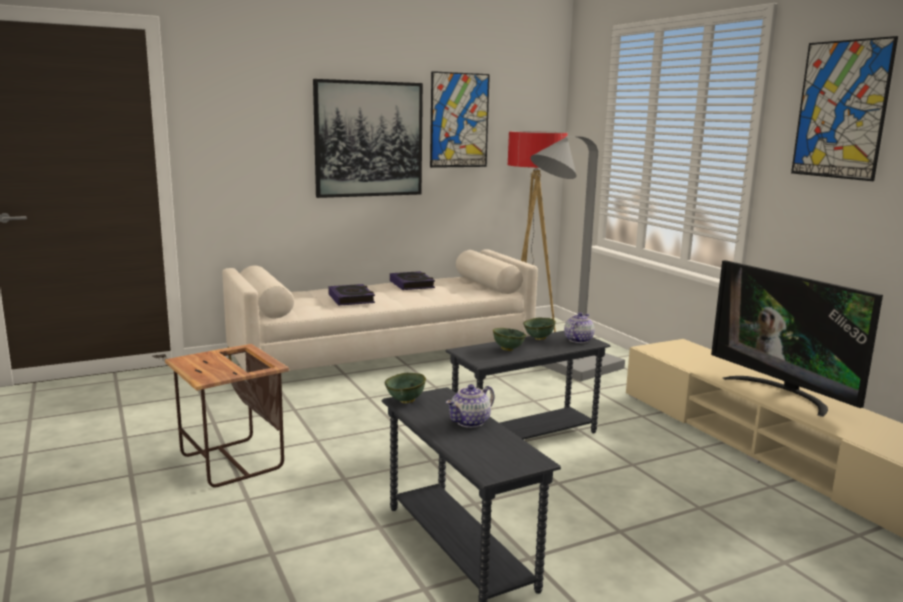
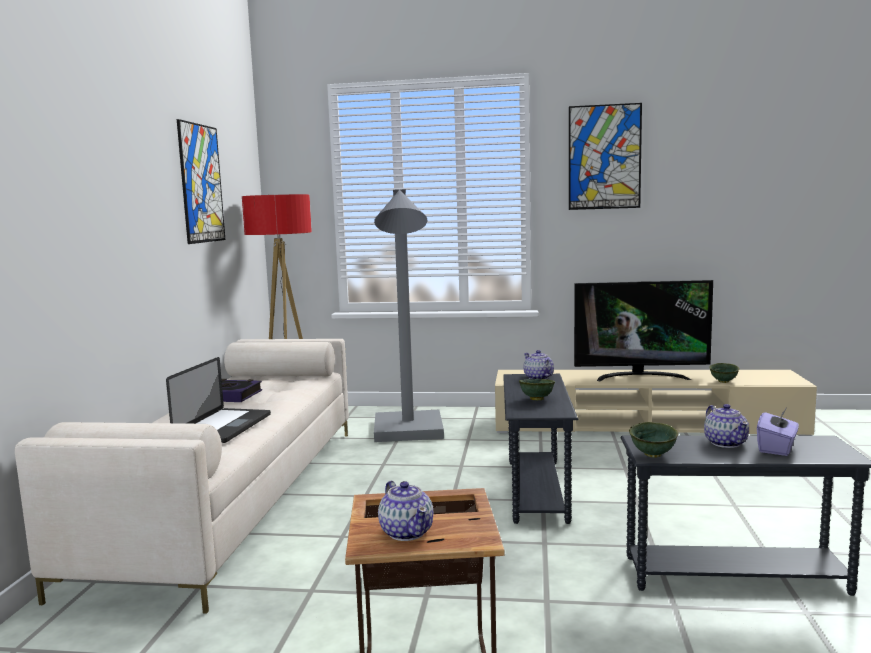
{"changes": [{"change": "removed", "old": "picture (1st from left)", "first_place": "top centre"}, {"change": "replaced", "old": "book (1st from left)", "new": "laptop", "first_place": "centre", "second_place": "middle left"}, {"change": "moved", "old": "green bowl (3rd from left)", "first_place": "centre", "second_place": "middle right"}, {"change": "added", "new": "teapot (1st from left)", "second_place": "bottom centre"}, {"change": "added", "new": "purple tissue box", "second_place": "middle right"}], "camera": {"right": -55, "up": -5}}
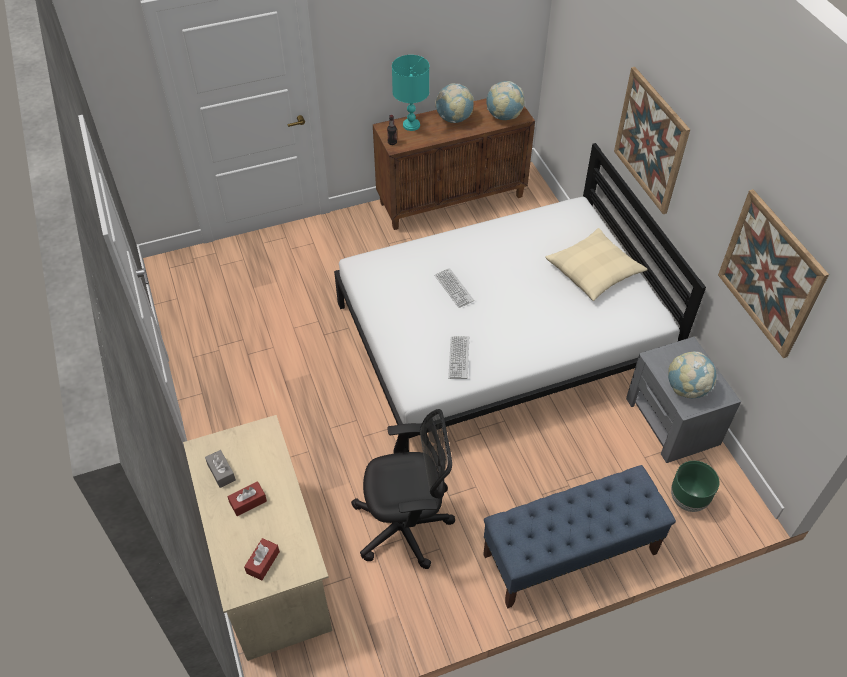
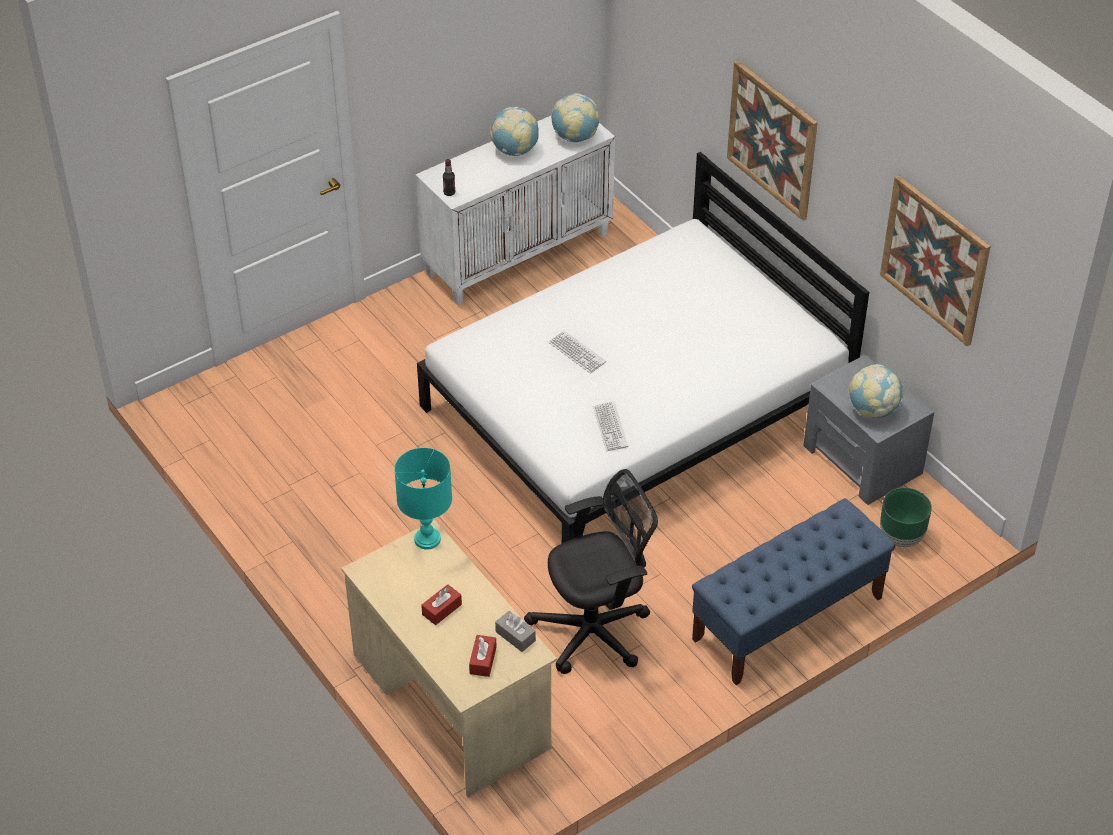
{"changes": [{"change": "moved", "old": "grey tissue box", "first_place": "bottom left", "second_place": "bottom centre"}, {"change": "recoloured", "old": "brown cabinet", "new": "white cabinet", "first_place": "top centre", "second_place": "top centre"}, {"change": "moved", "old": "turquoise table lamp", "first_place": "top centre", "second_place": "centre"}, {"change": "removed", "old": "beige pillow", "first_place": "middle right"}], "camera": {"right": -15, "up": -5}}
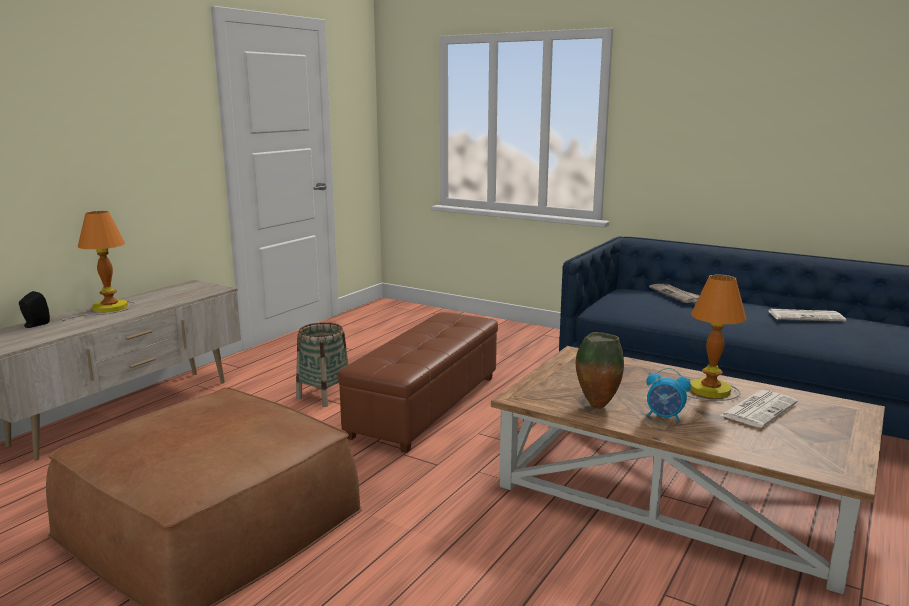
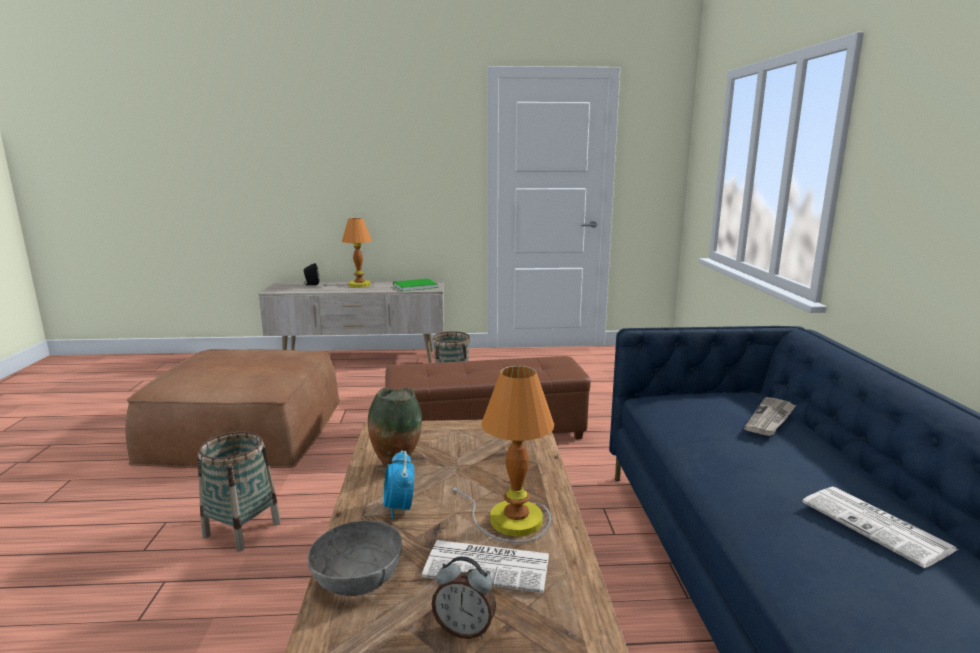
{"changes": [{"change": "added", "new": "basket (1st from left)", "second_place": "bottom left"}, {"change": "added", "new": "grey bowl", "second_place": "bottom centre"}, {"change": "added", "new": "green book", "second_place": "centre"}, {"change": "added", "new": "alarm clock (2nd from left)", "second_place": "bottom centre"}], "camera": {"right": 55, "up": 0}}
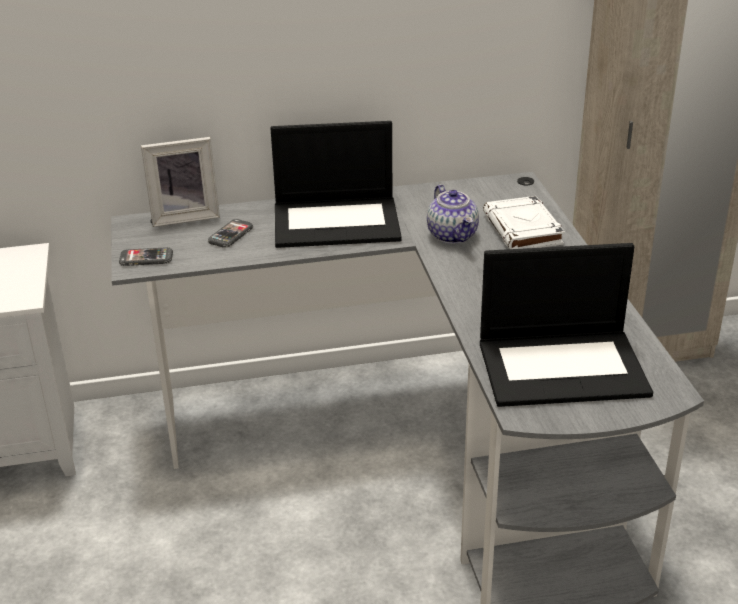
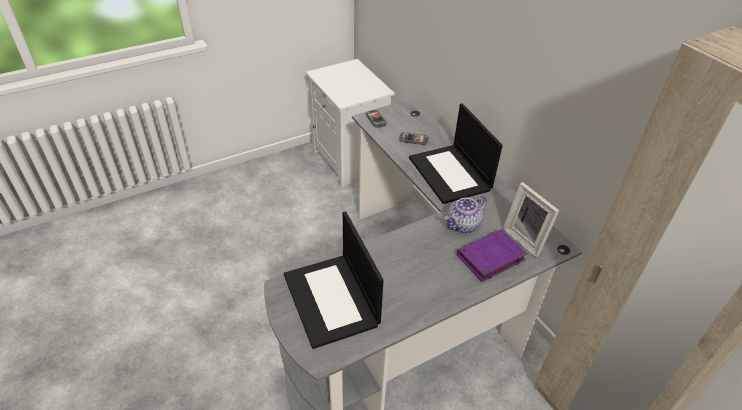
{"changes": [{"change": "moved", "old": "picture frame", "first_place": "top left", "second_place": "middle right"}, {"change": "recoloured", "old": "white book", "new": "purple book", "first_place": "middle right", "second_place": "centre"}], "camera": {"right": 70, "up": 10}}
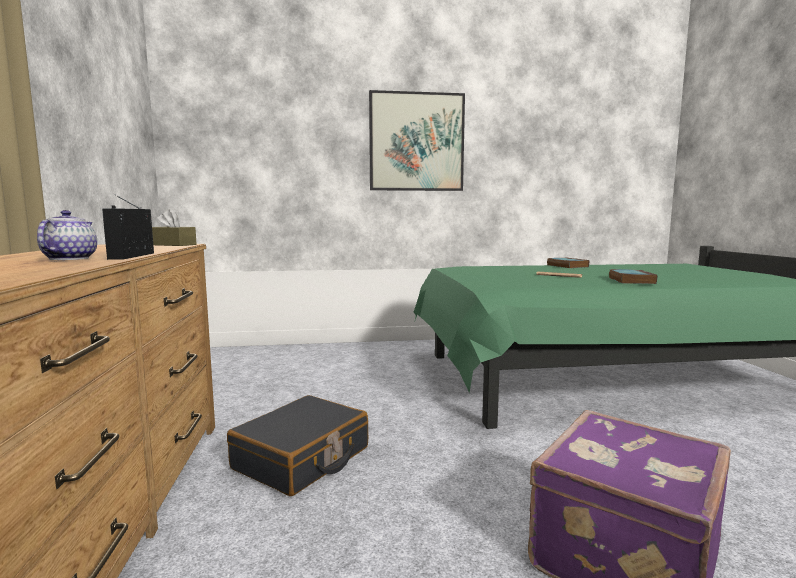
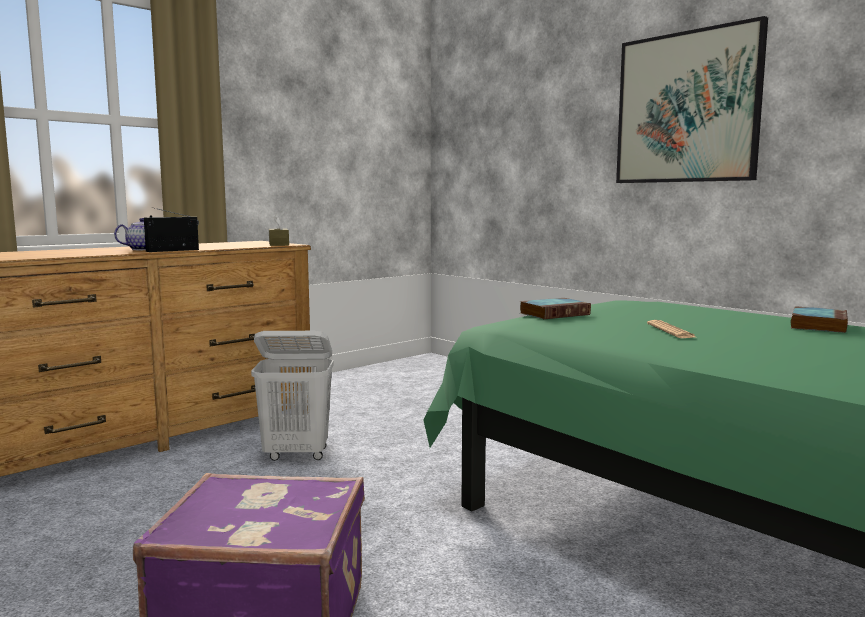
{"changes": [{"change": "replaced", "old": "black suitcase", "new": "white laundry basket", "first_place": "bottom centre", "second_place": "centre"}, {"change": "moved", "old": "book (2nd from left in the first image)", "new": "book (1st from left)", "first_place": "middle right", "second_place": "centre"}], "camera": {"right": 55, "up": 0}}
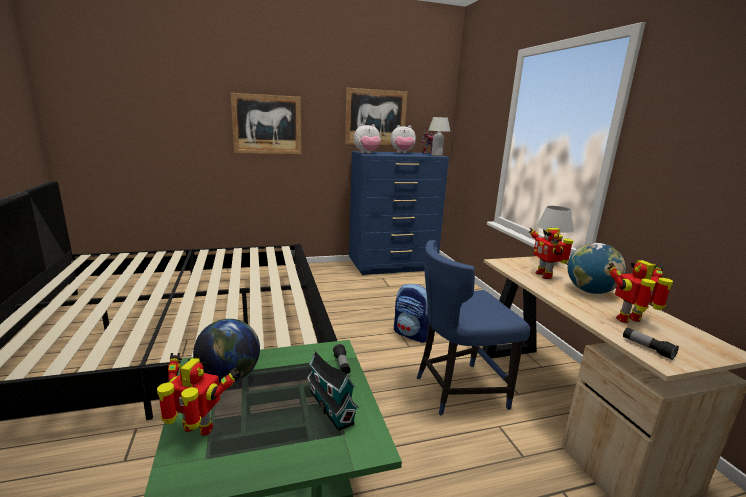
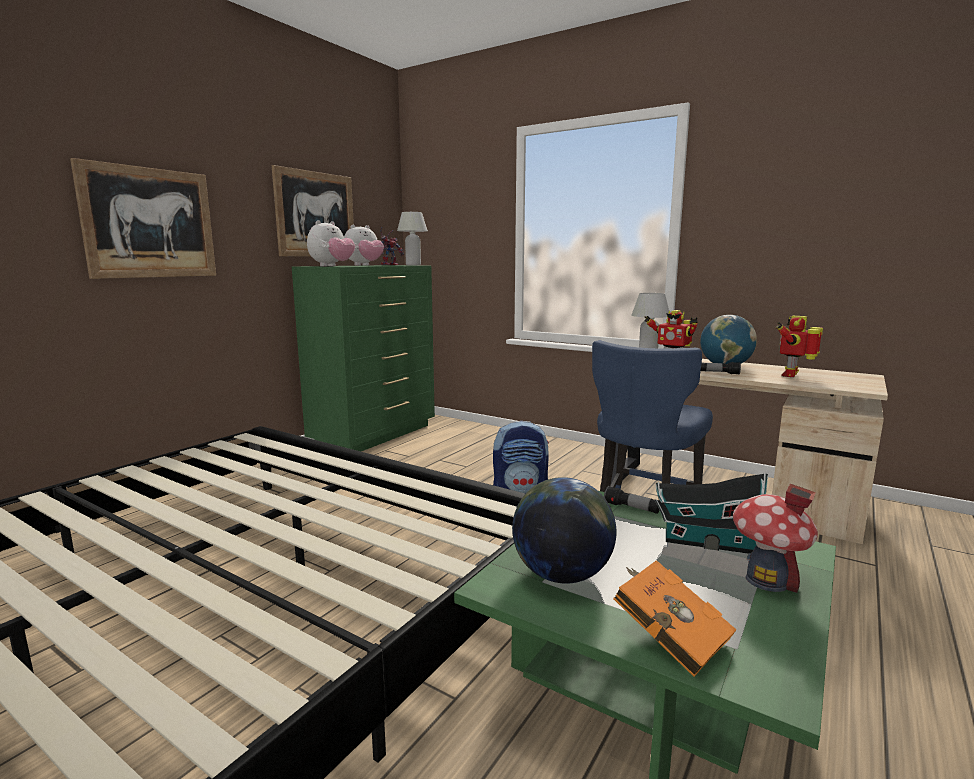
{"changes": [{"change": "replaced", "old": "toy robot (1st from left)", "new": "orange book", "first_place": "bottom left", "second_place": "bottom right"}, {"change": "recoloured", "old": "blue dresser", "new": "green dresser", "first_place": "centre", "second_place": "centre"}, {"change": "moved", "old": "flashlight (2nd from left)", "first_place": "bottom right", "second_place": "middle right"}, {"change": "added", "new": "toy house (2nd from left)", "second_place": "bottom right"}], "camera": {"right": -40, "up": -5}}
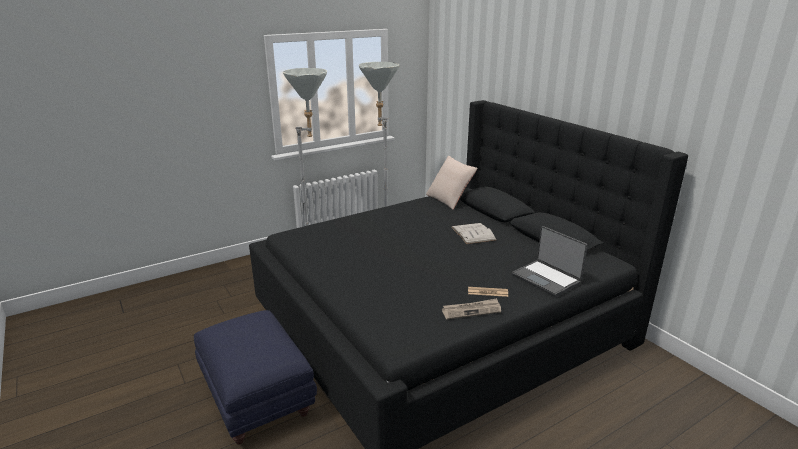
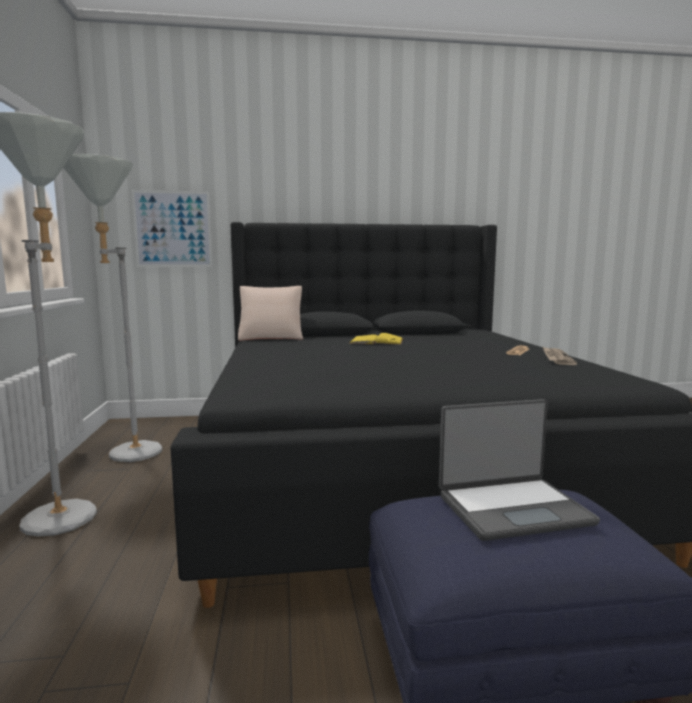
{"changes": [{"change": "recoloured", "old": "white book", "new": "yellow book", "first_place": "centre", "second_place": "centre"}, {"change": "moved", "old": "laptop", "first_place": "middle right", "second_place": "bottom right"}, {"change": "added", "new": "picture", "second_place": "top left"}], "camera": {"right": -65, "up": -15}}
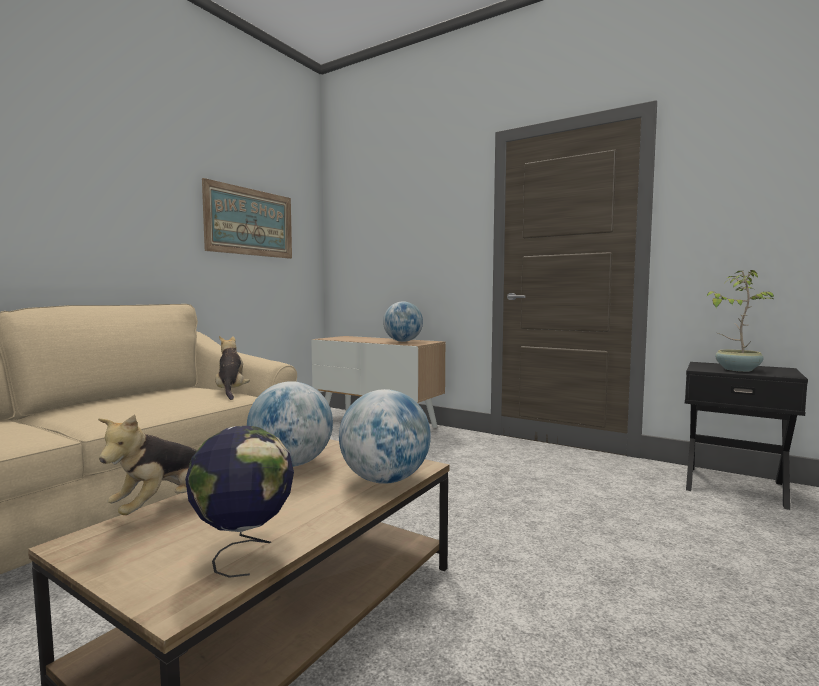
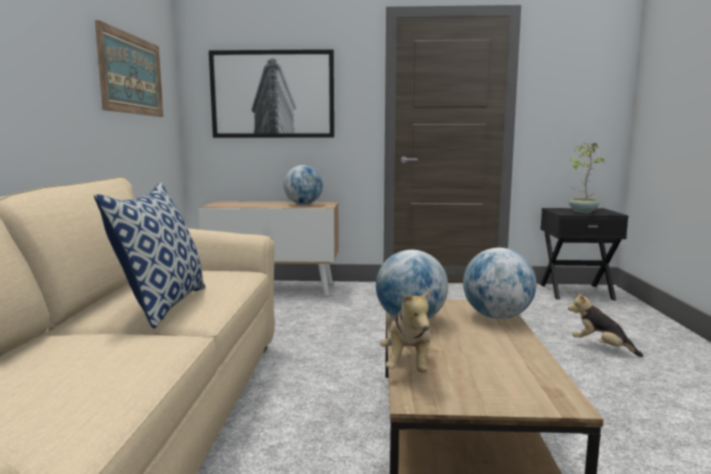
{"changes": [{"change": "removed", "old": "globe (1st from left)", "first_place": "bottom left"}, {"change": "moved", "old": "plush toy (2nd from left)", "first_place": "middle left", "second_place": "bottom right"}, {"change": "added", "new": "pillow", "second_place": "middle left"}, {"change": "added", "new": "picture (2nd from left)", "second_place": "top centre"}], "camera": {"right": -30, "up": 5}}
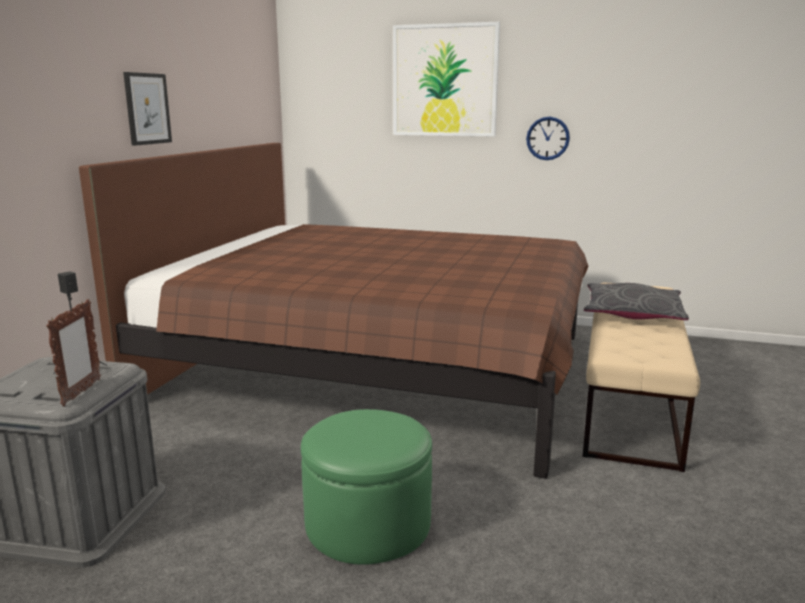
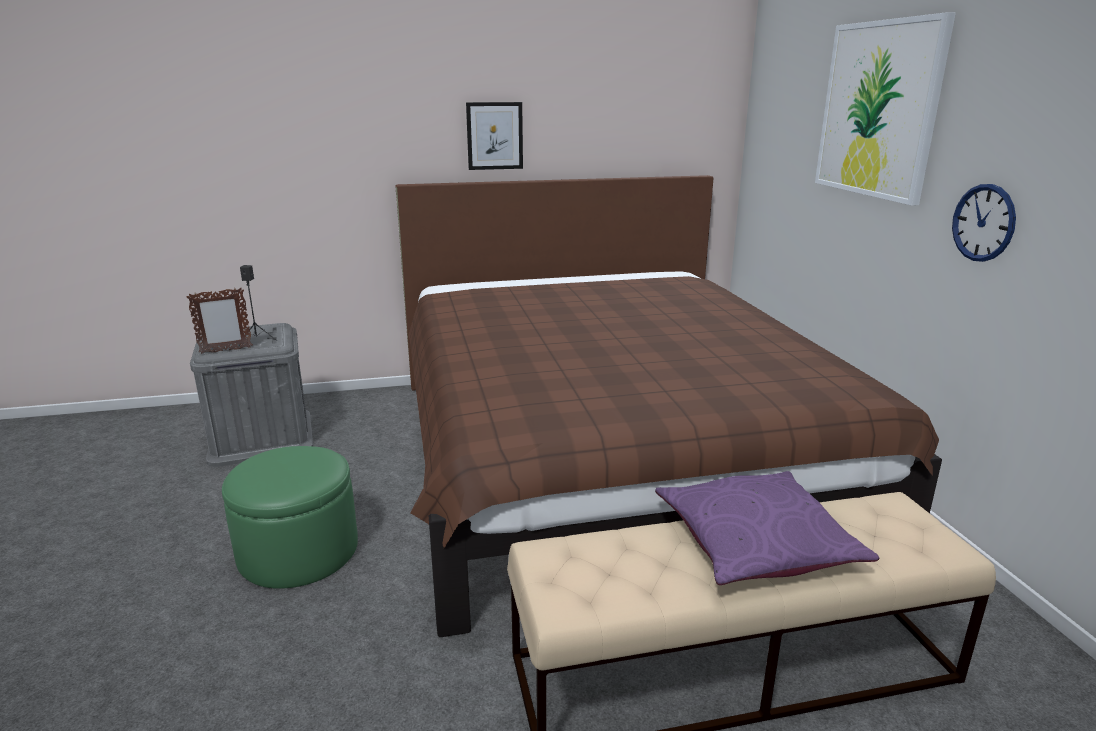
{"changes": [{"change": "recoloured", "old": "grey pillow", "new": "purple pillow", "first_place": "middle right", "second_place": "bottom right"}], "camera": {"right": 60, "up": 5}}
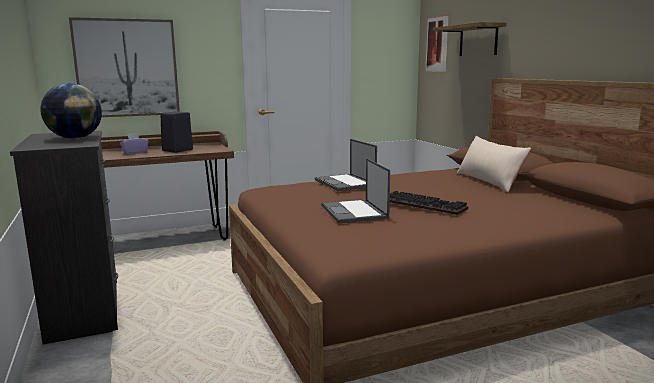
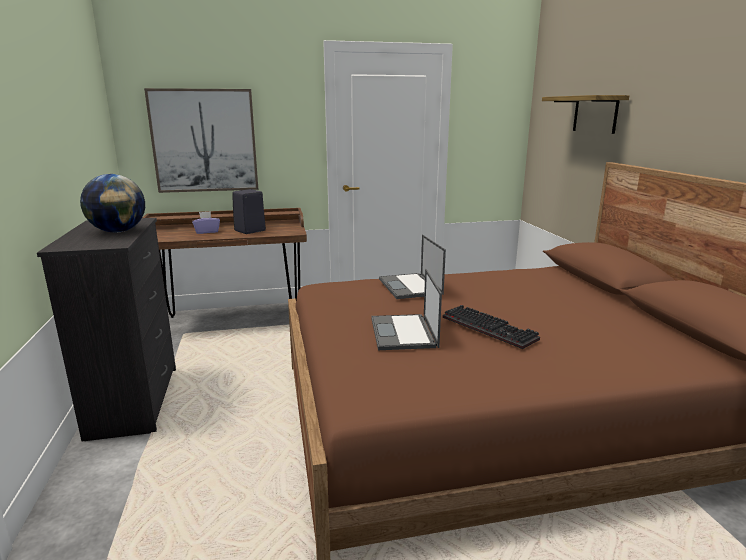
{"changes": [{"change": "removed", "old": "picture (2nd from left)", "first_place": "top right"}, {"change": "removed", "old": "beige pillow", "first_place": "middle right"}], "camera": {"right": 10, "up": 5}}
